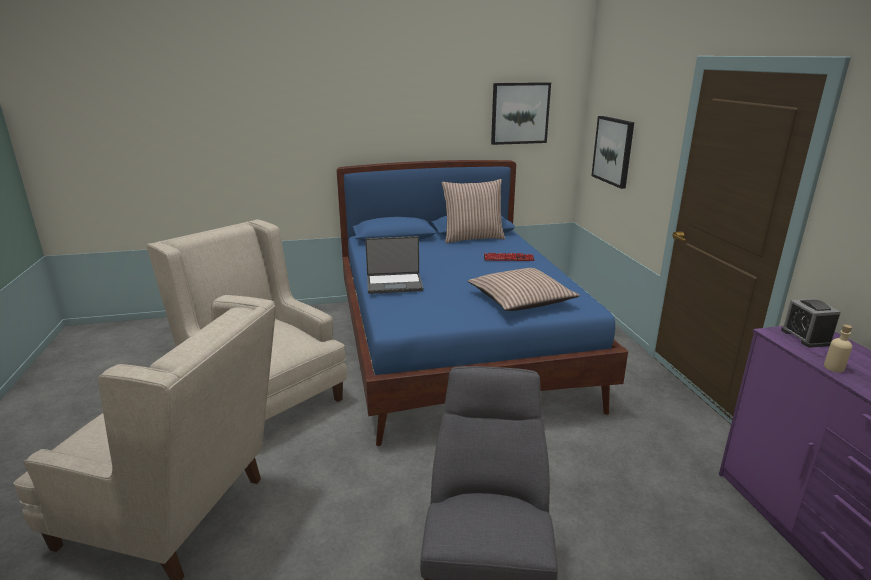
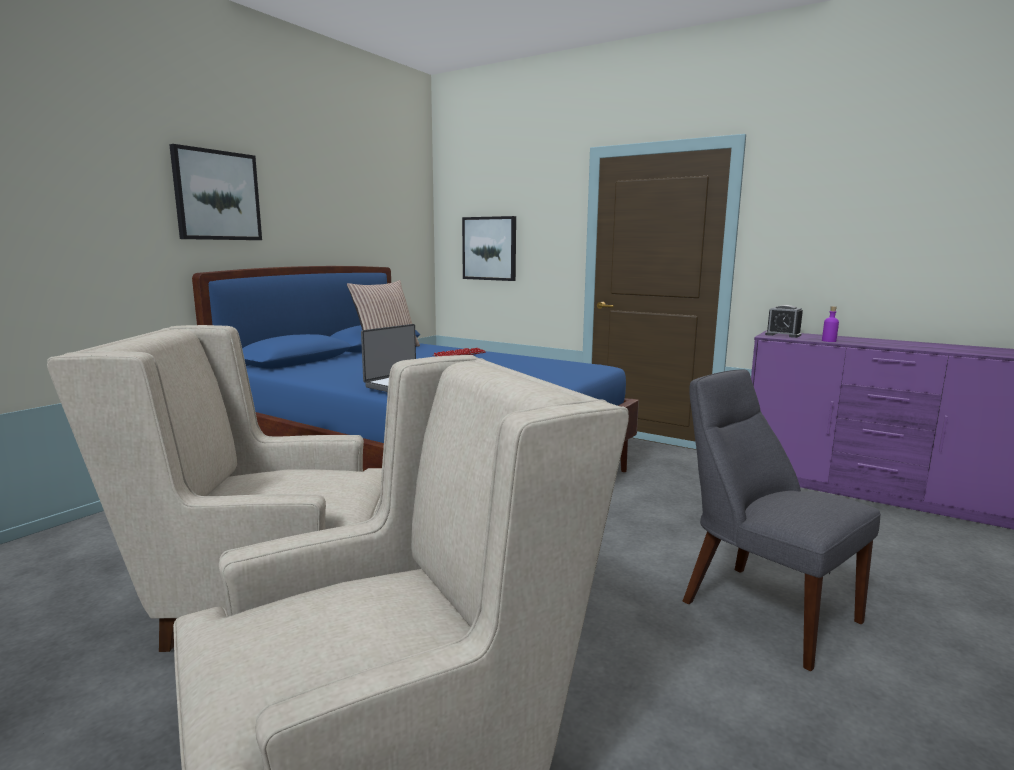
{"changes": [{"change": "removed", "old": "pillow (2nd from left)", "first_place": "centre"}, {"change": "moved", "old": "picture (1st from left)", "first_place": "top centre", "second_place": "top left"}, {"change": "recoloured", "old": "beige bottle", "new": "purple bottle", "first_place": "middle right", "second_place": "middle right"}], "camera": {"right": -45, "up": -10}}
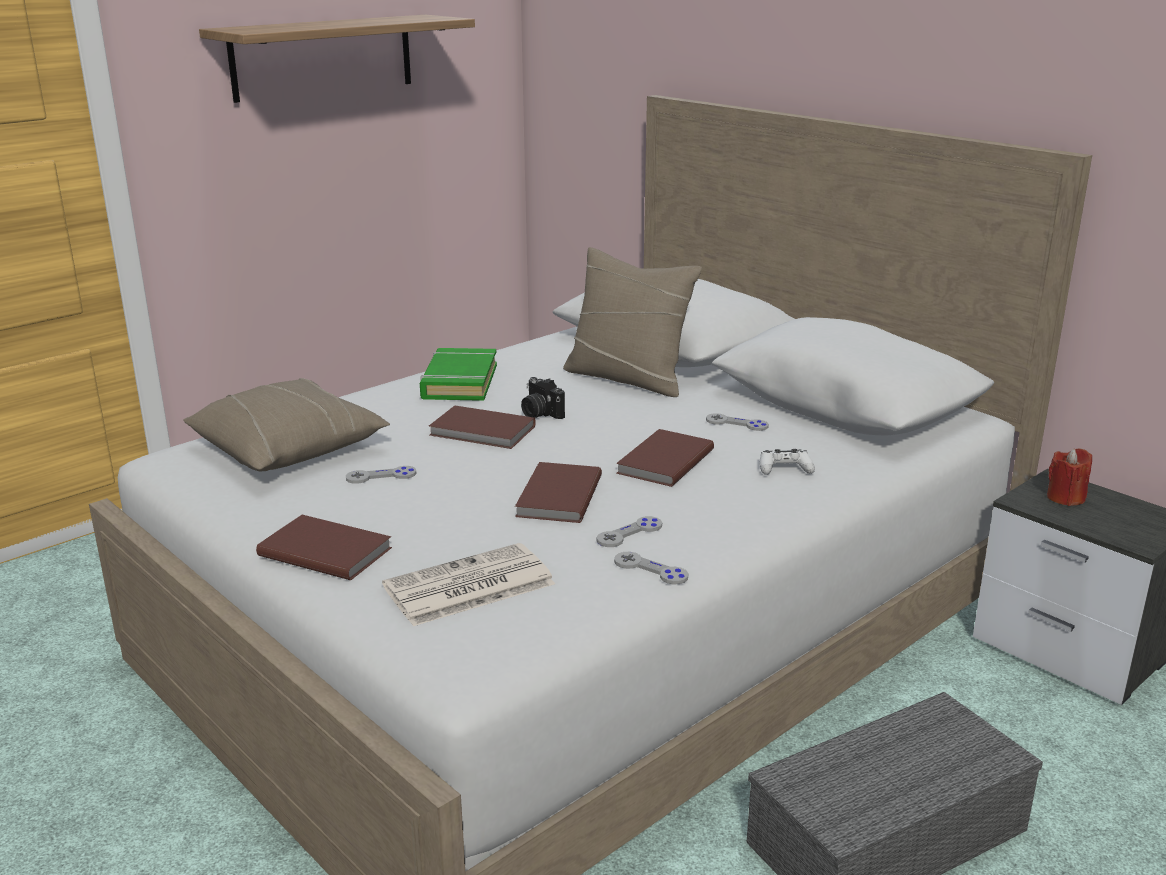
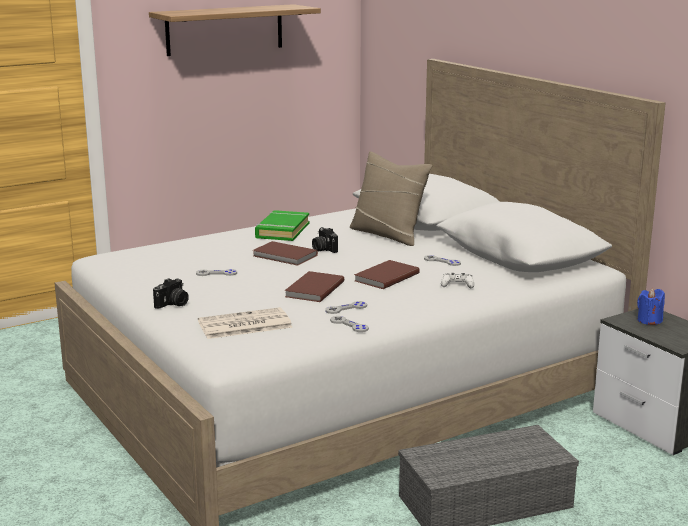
{"changes": [{"change": "removed", "old": "beige pillow (1st from left)", "first_place": "middle left"}, {"change": "replaced", "old": "brown book (1st from left)", "new": "photo camera (1st from left)", "first_place": "middle left", "second_place": "middle left"}, {"change": "recoloured", "old": "red candle", "new": "blue candle", "first_place": "middle right", "second_place": "middle right"}], "camera": {"right": 10, "up": -5}}
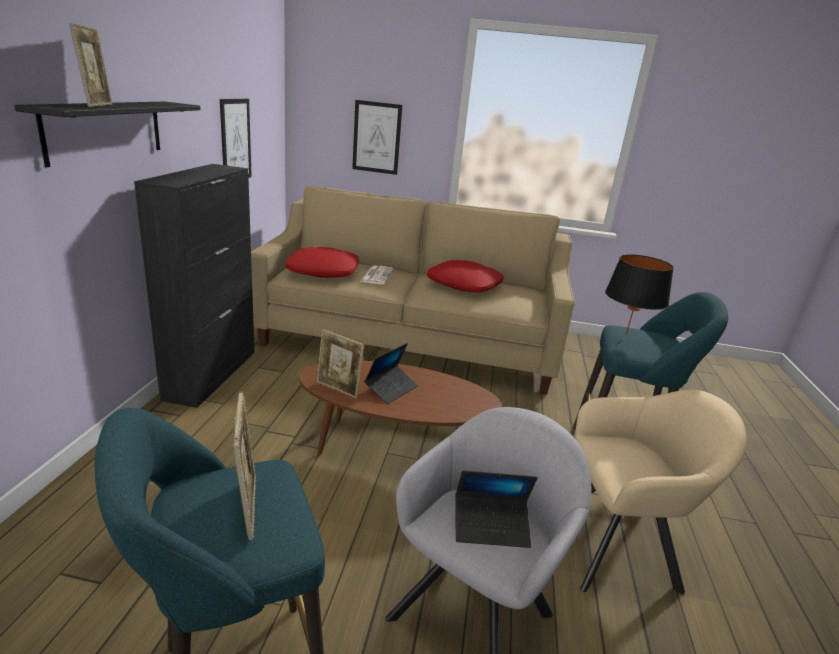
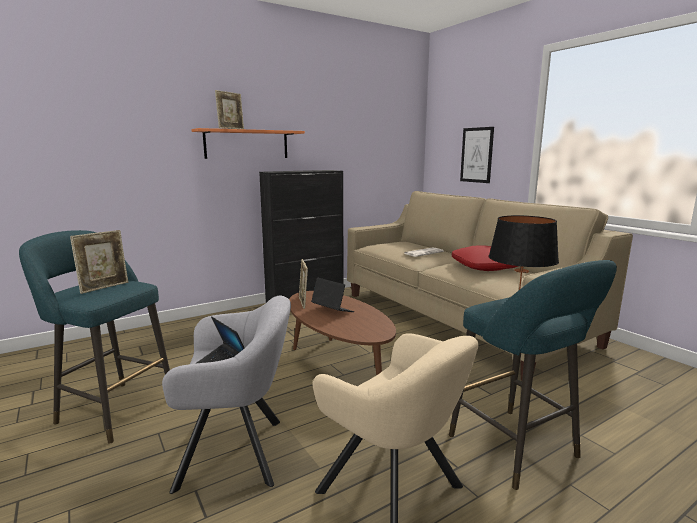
{"changes": [{"change": "recoloured", "old": "black shelf", "new": "orange shelf", "first_place": "top left", "second_place": "top centre"}, {"change": "removed", "old": "picture (1st from left)", "first_place": "top left"}, {"change": "removed", "old": "red pillow (1st from left)", "first_place": "centre"}, {"change": "turned", "old": "laptop (1st from left in the first image)", "first_place": "centre", "second_place": "centre", "degrees": -135}], "camera": {"right": 50, "up": -10}}
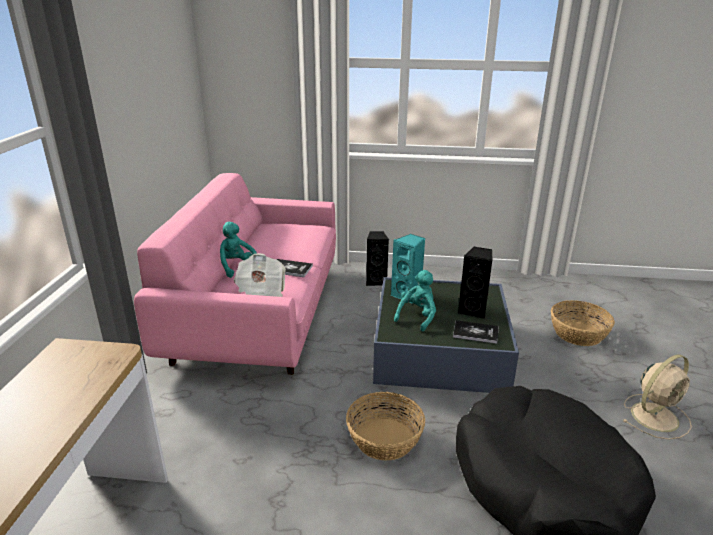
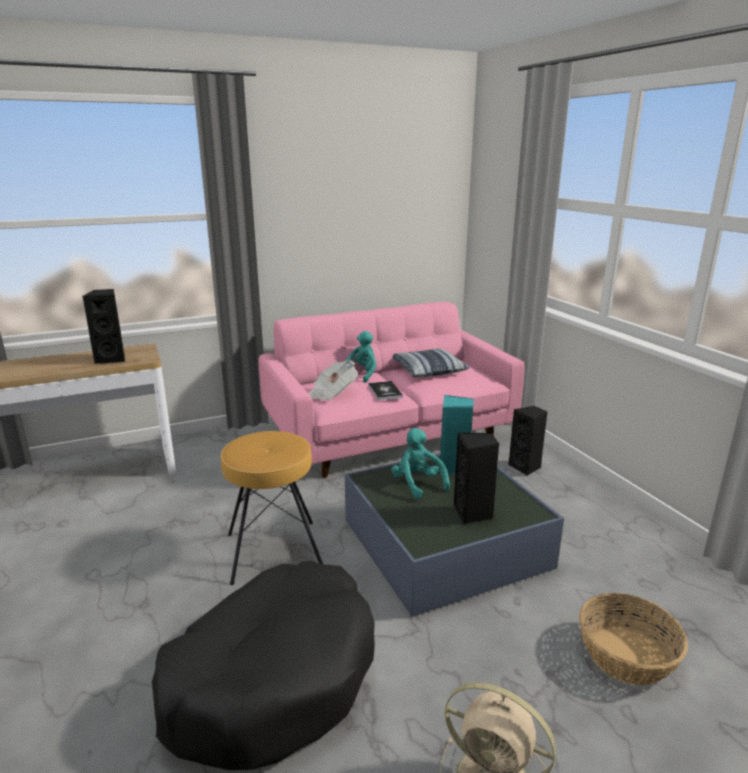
{"changes": [{"change": "replaced", "old": "basket (1st from left)", "new": "brown stool", "first_place": "bottom centre", "second_place": "centre"}, {"change": "turned", "old": "turquoise plush toy (2nd from left)", "first_place": "centre", "second_place": "centre", "degrees": -120}, {"change": "removed", "old": "book (2nd from left)", "first_place": "centre"}, {"change": "added", "new": "black speaker (1st from left)", "second_place": "middle left"}, {"change": "added", "new": "pillow", "second_place": "centre"}], "camera": {"right": 60, "up": -5}}
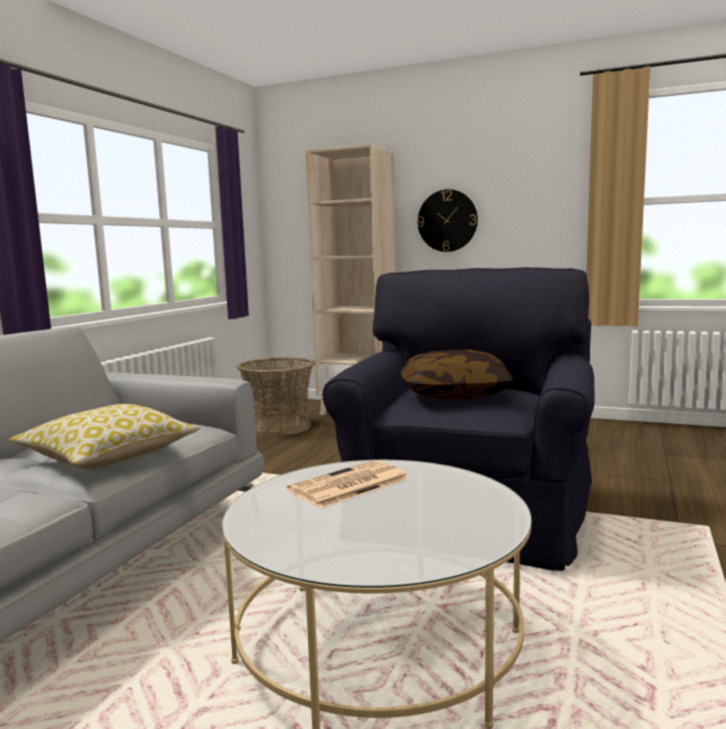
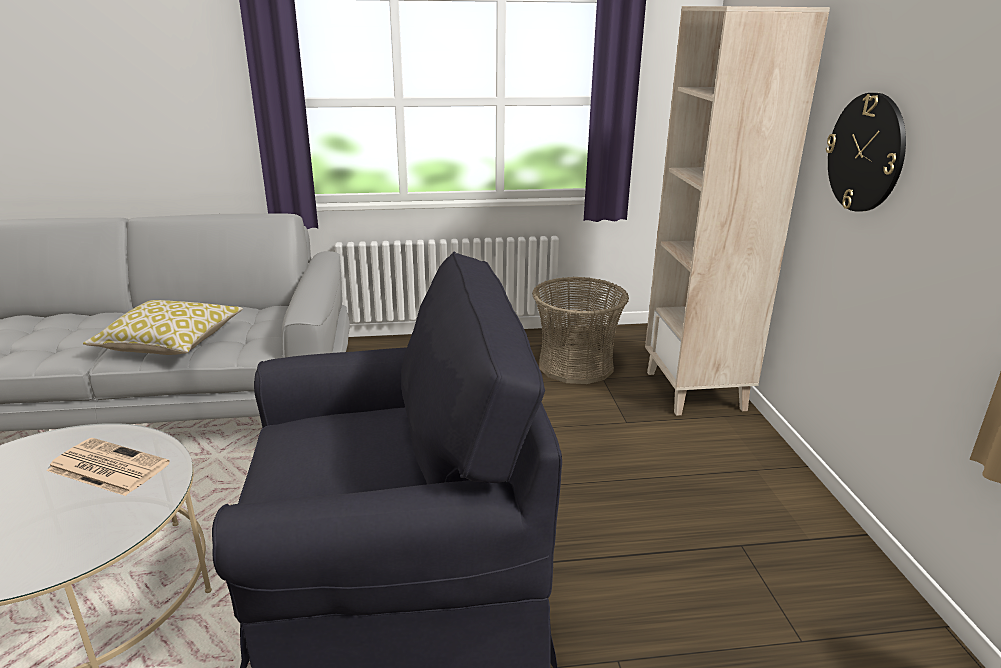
{"changes": [{"change": "removed", "old": "pillow (2nd from left)", "first_place": "centre"}], "camera": {"right": 60, "up": 15}}
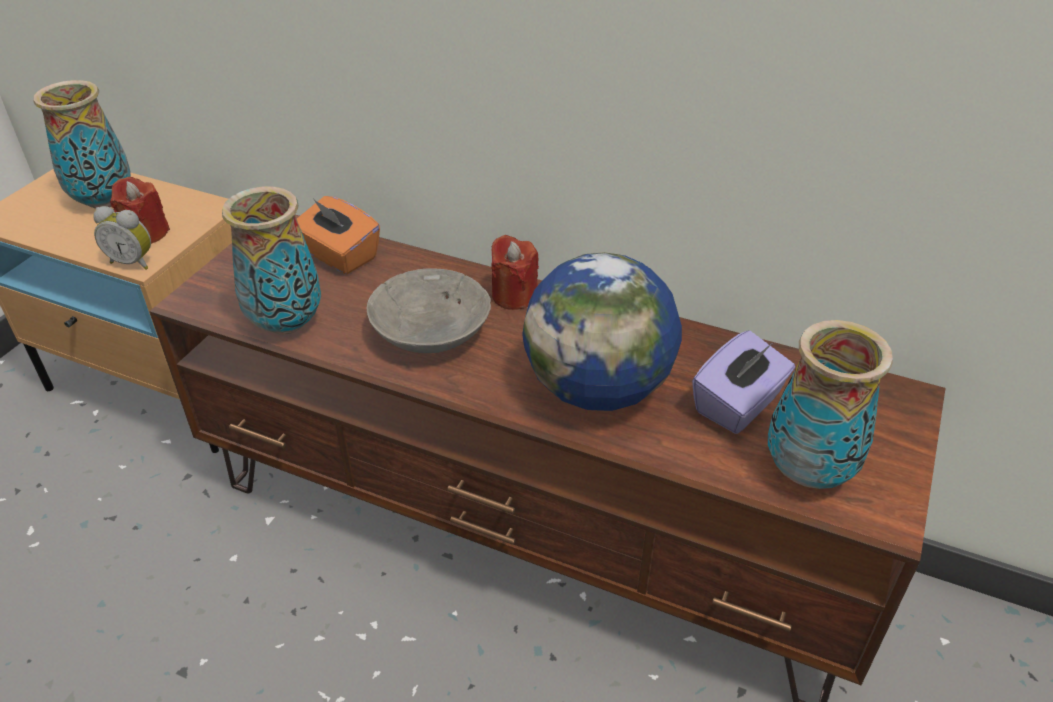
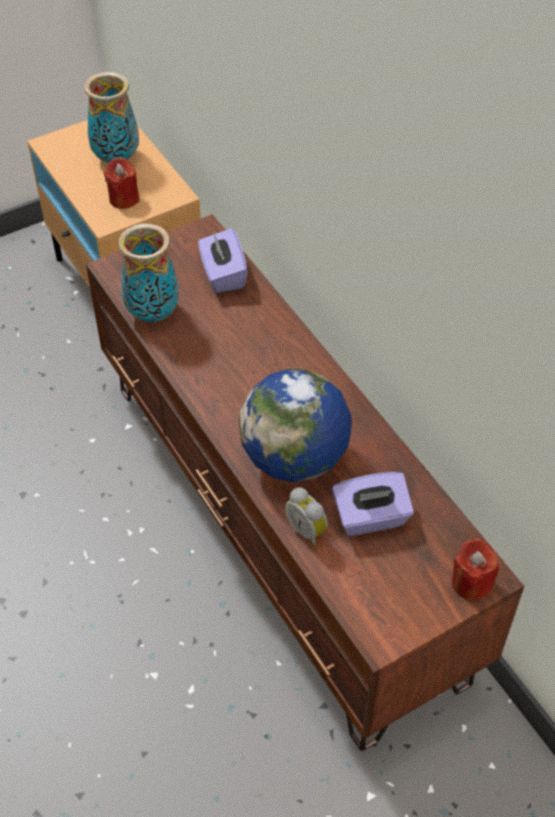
{"changes": [{"change": "moved", "old": "alarm clock", "first_place": "middle left", "second_place": "centre"}, {"change": "recoloured", "old": "orange tissue box", "new": "purple tissue box (1st from left)", "first_place": "middle left", "second_place": "top centre"}, {"change": "removed", "old": "grey bowl", "first_place": "centre"}, {"change": "moved", "old": "red candle (2nd from left)", "first_place": "centre", "second_place": "bottom right"}, {"change": "removed", "old": "vase (3rd from left)", "first_place": "middle right"}], "camera": {"right": 35, "up": 10}}
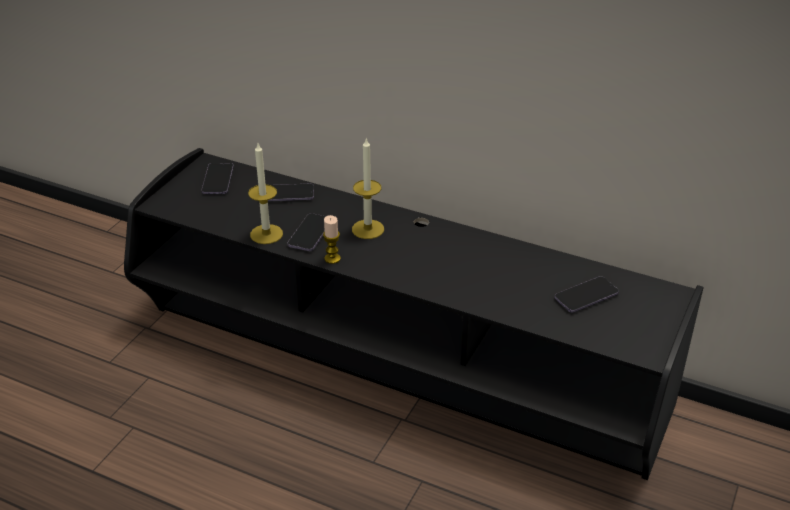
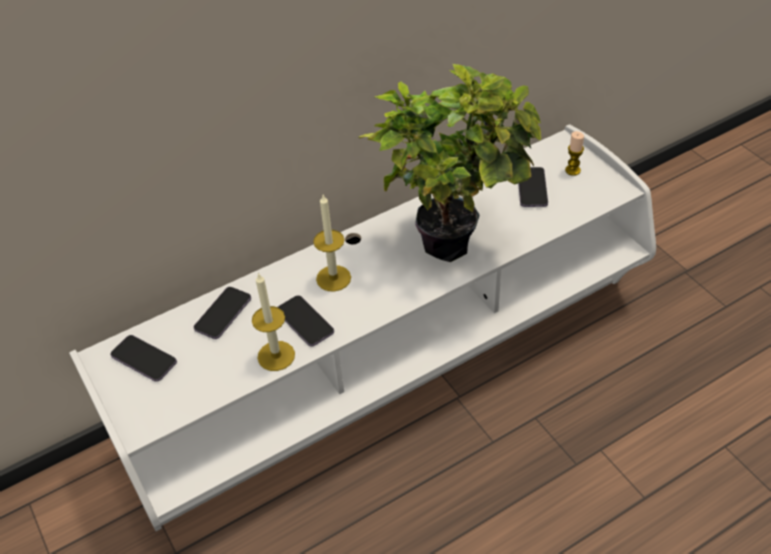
{"changes": [{"change": "recoloured", "old": "black tv stand", "new": "white tv stand", "first_place": "centre", "second_place": "centre"}, {"change": "moved", "old": "candle (2nd from left in the first image)", "new": "candle (3rd from left)", "first_place": "centre", "second_place": "top right"}, {"change": "added", "new": "potted plant", "second_place": "top centre"}], "camera": {"right": -55, "up": 10}}
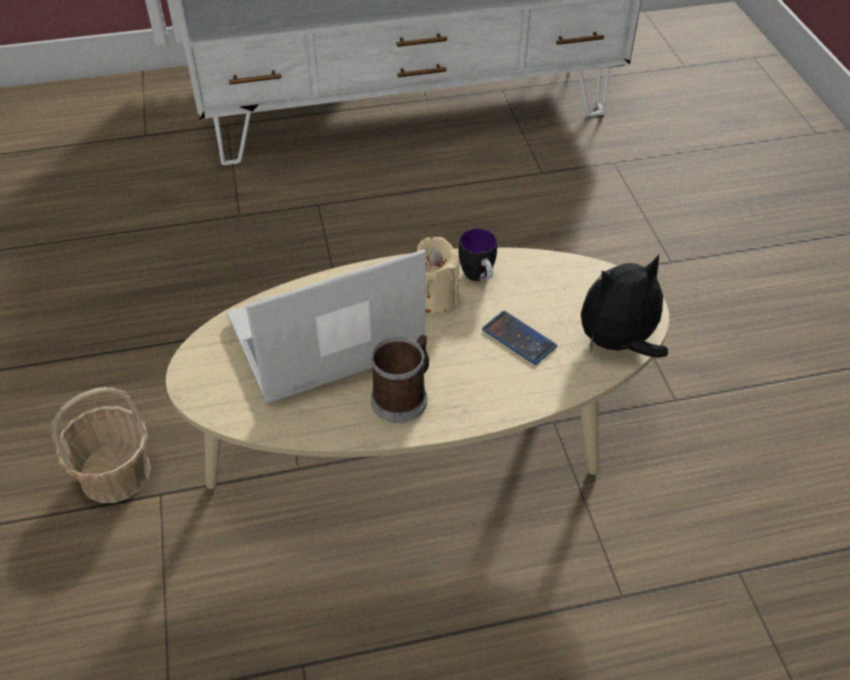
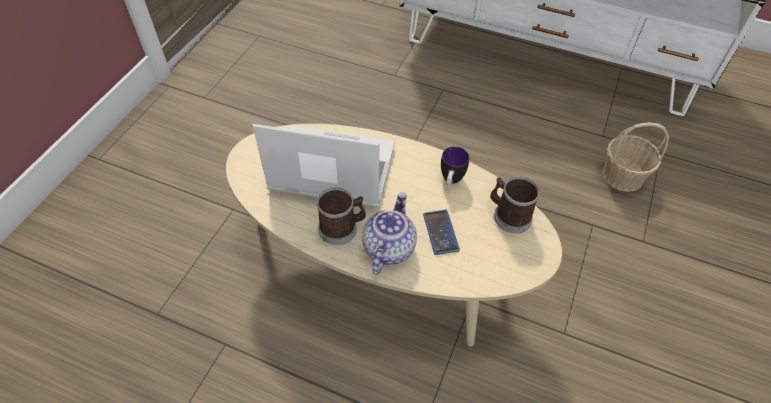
{"changes": [{"change": "moved", "old": "basket", "first_place": "middle left", "second_place": "middle right"}, {"change": "removed", "old": "beige candle", "first_place": "centre"}, {"change": "removed", "old": "plush toy", "first_place": "middle right"}, {"change": "added", "new": "teapot", "second_place": "centre"}, {"change": "added", "new": "mug (3rd from left)", "second_place": "middle right"}], "camera": {"right": 35, "up": 5}}
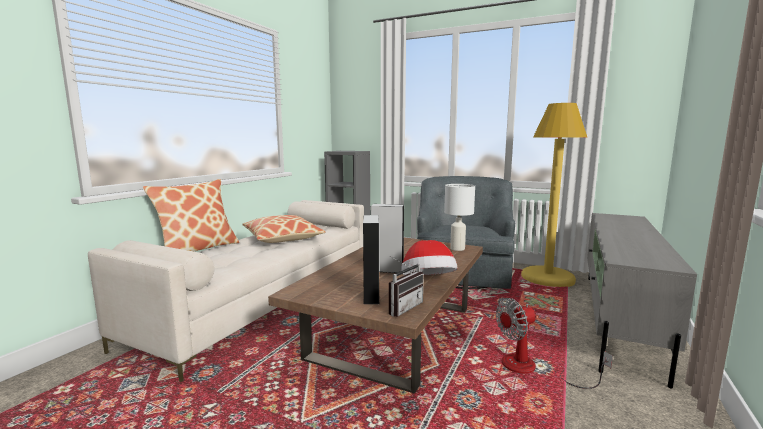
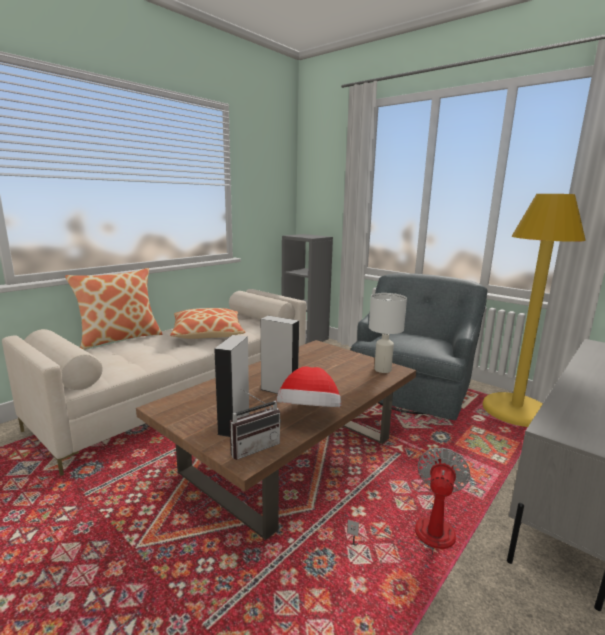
{"changes": [{"change": "turned", "old": "fan", "first_place": "bottom right", "second_place": "bottom right", "degrees": 120}], "camera": {"right": 15, "up": 5}}
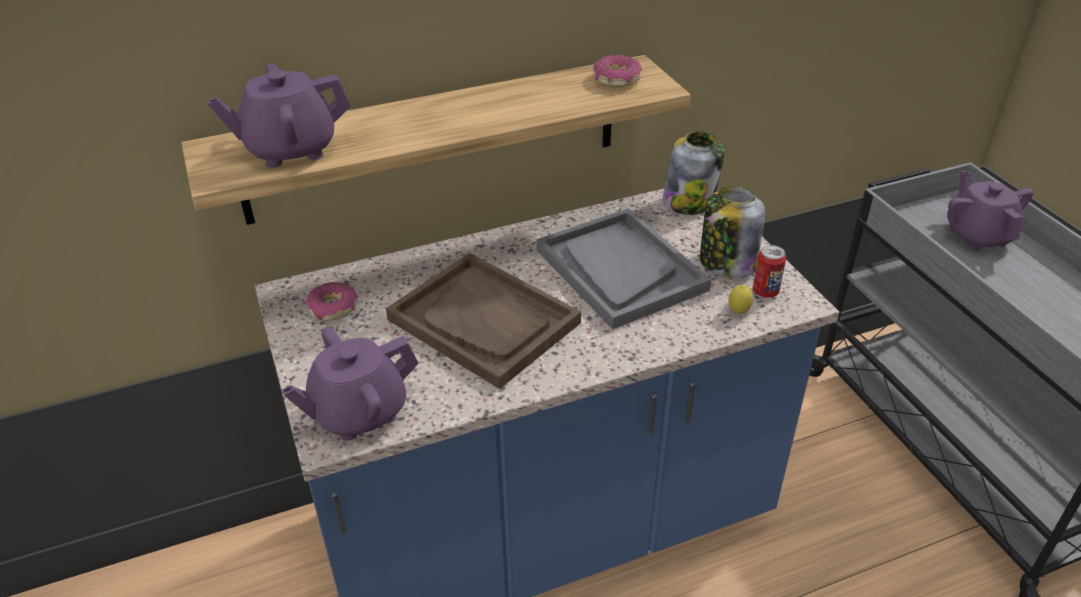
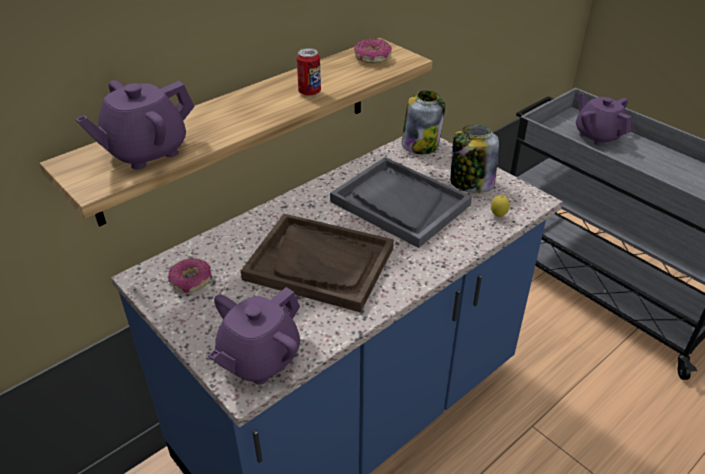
{"changes": [{"change": "moved", "old": "can", "first_place": "middle right", "second_place": "top centre"}], "camera": {"right": -20, "up": 0}}
